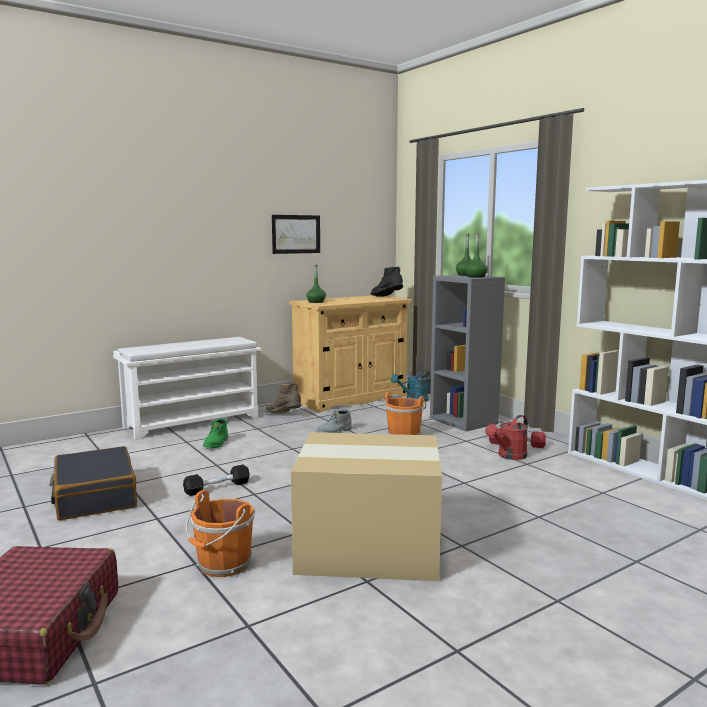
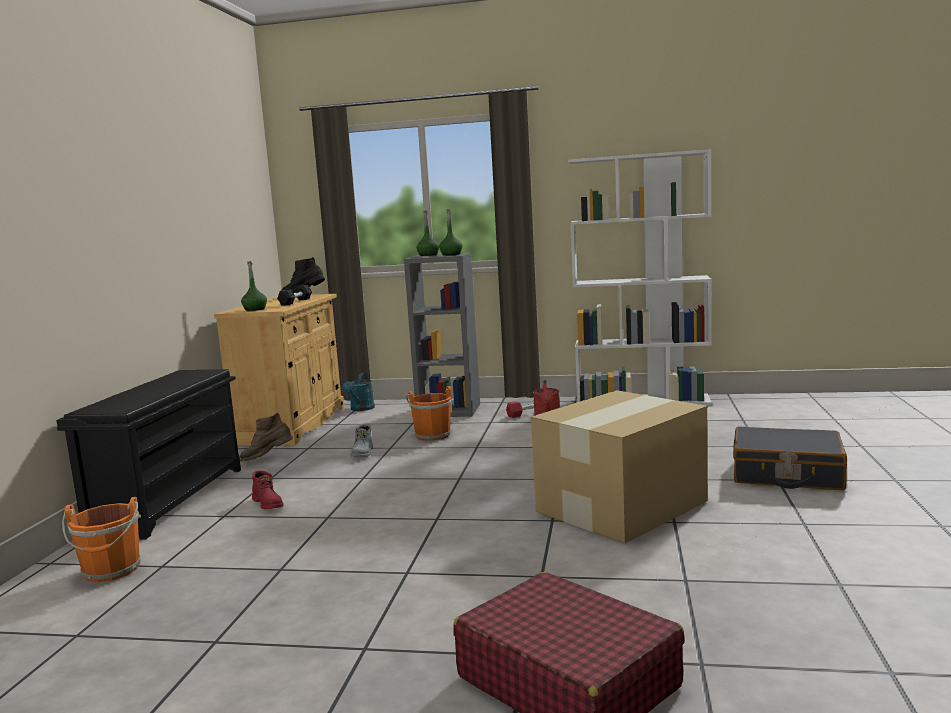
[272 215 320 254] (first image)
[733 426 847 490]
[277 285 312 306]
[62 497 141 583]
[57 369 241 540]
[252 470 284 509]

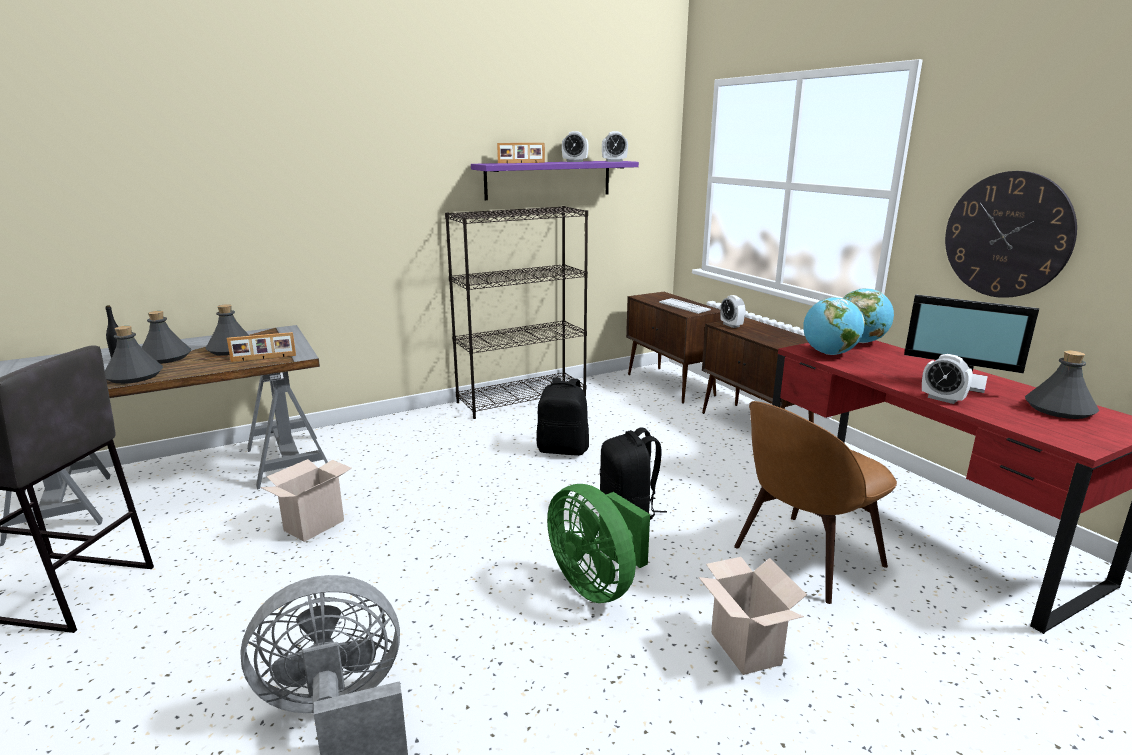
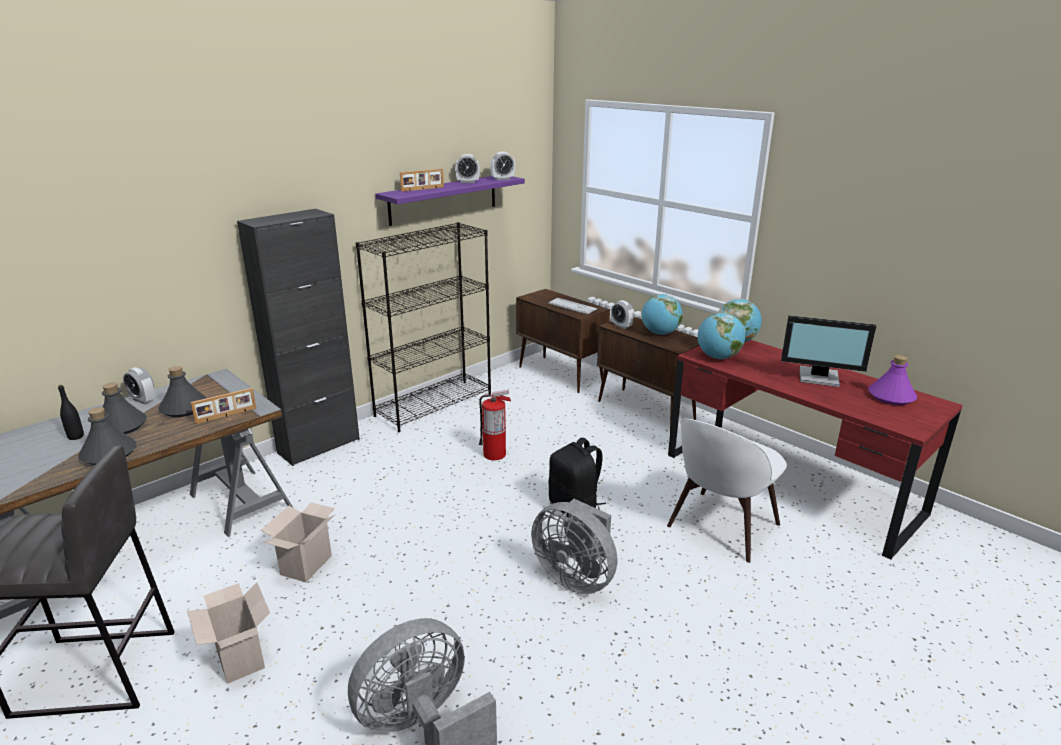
[945 171 1077 298] (first image)
[237 209 360 466]
[641 294 683 335]
[187 583 270 684]
[123 367 155 404]
[479 390 511 460]
[531 499 617 594]
[667 418 787 563]
[868 355 917 405]

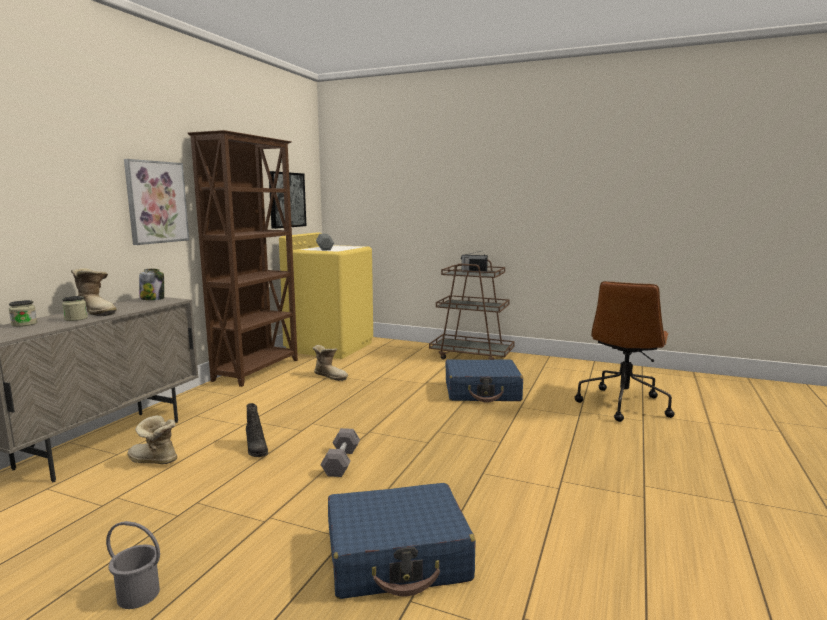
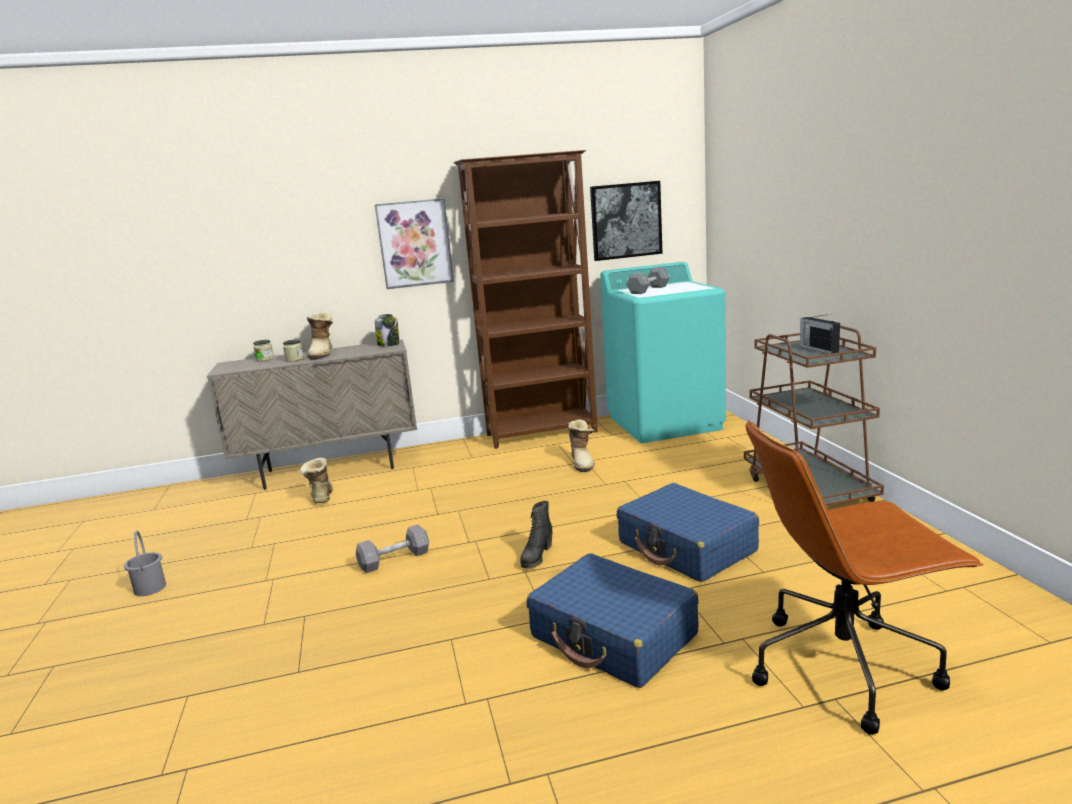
[520 501 552 568]
[527 553 699 688]
[600 262 726 443]

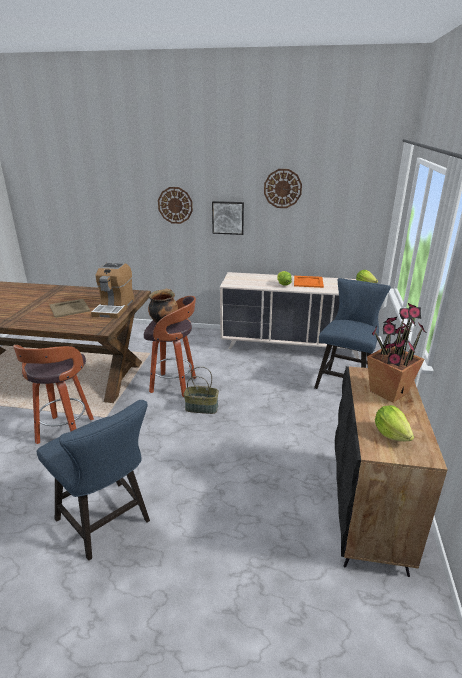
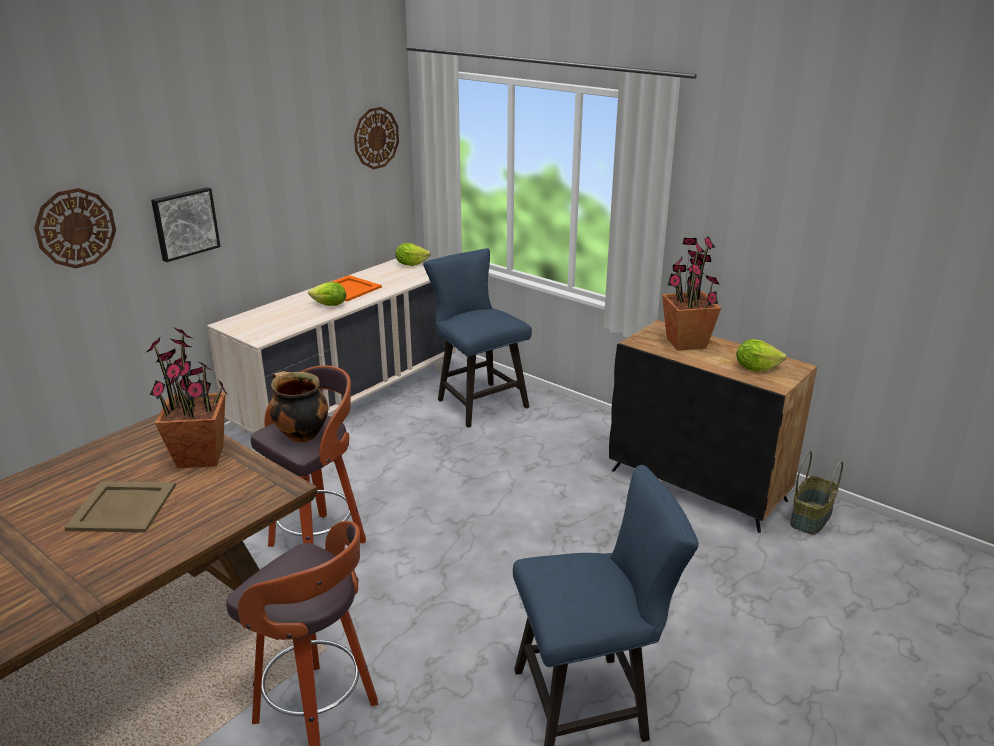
[790 451 843 535]
[354 107 399 169]
[147 327 228 469]

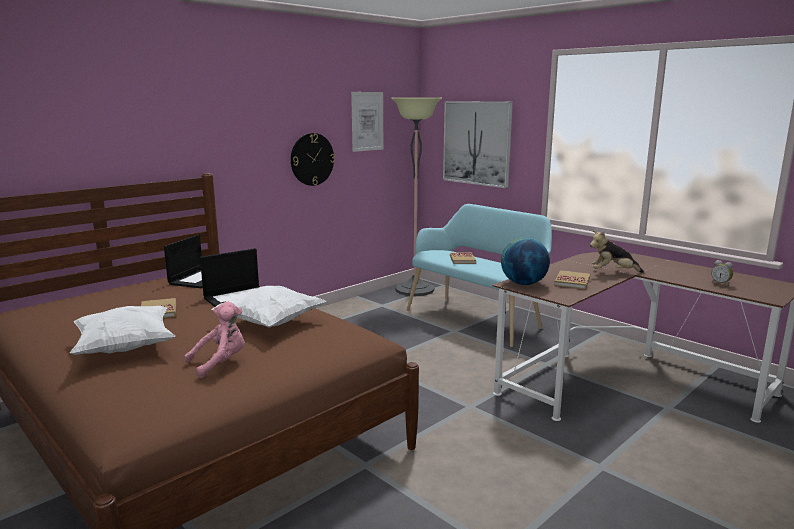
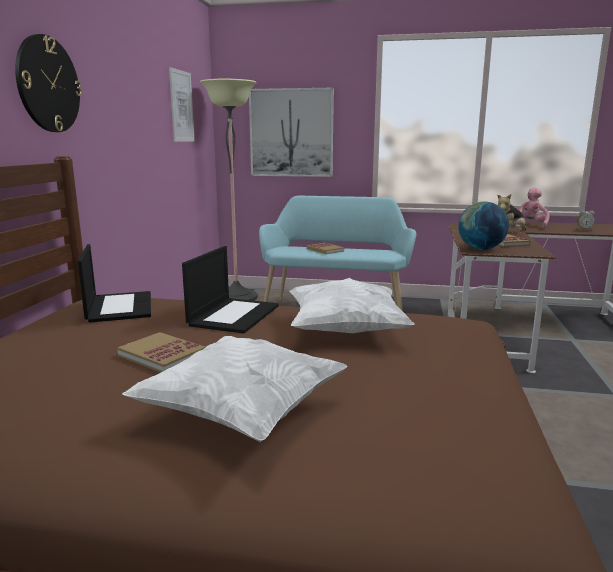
[519 187 550 229]
[15 34 82 132]

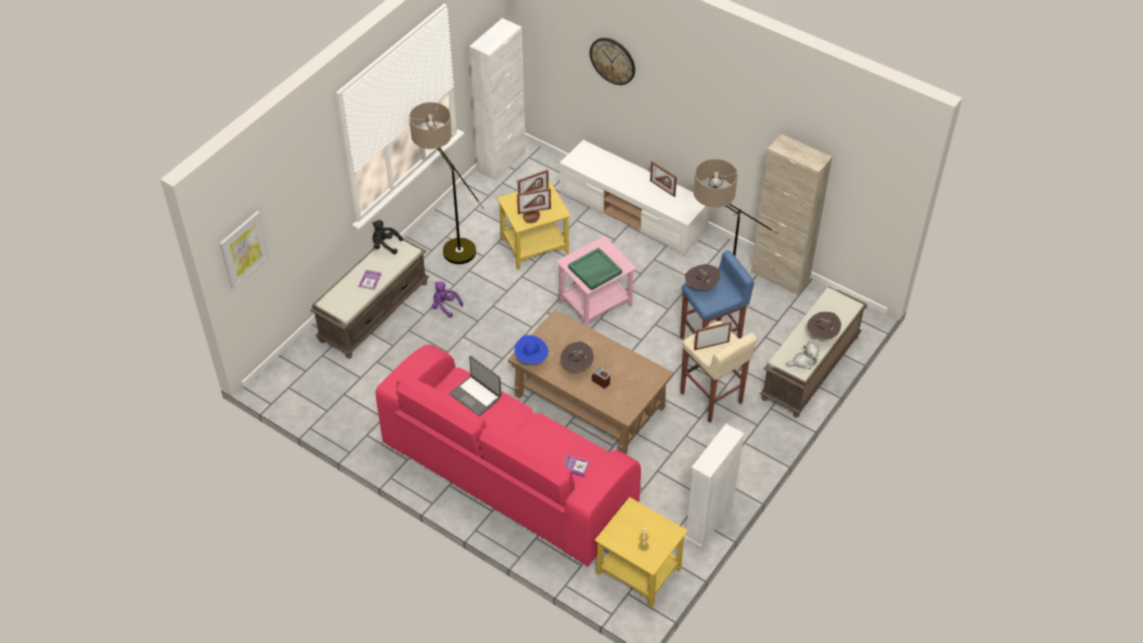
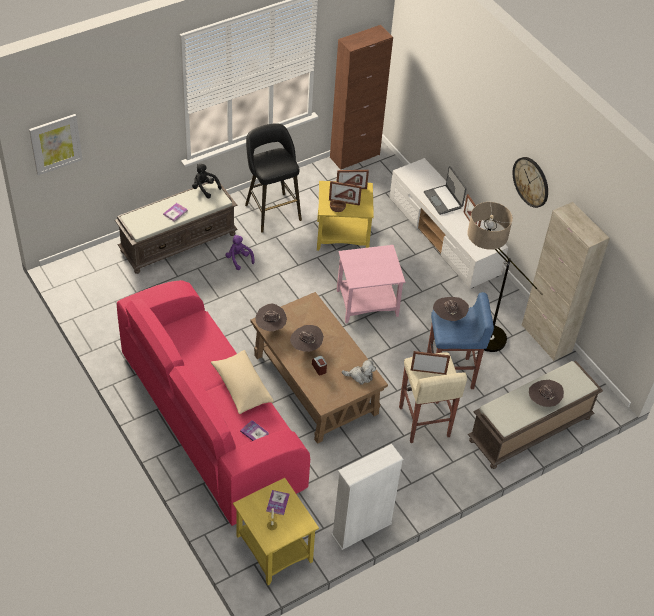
[568 247 622 291] (first image)
[211 350 274 414]
[266 490 290 515]
[424 166 467 215]
[513 157 548 208]
[342 359 376 385]
[245 123 302 233]
[330 25 393 170]
[255 303 287 332]

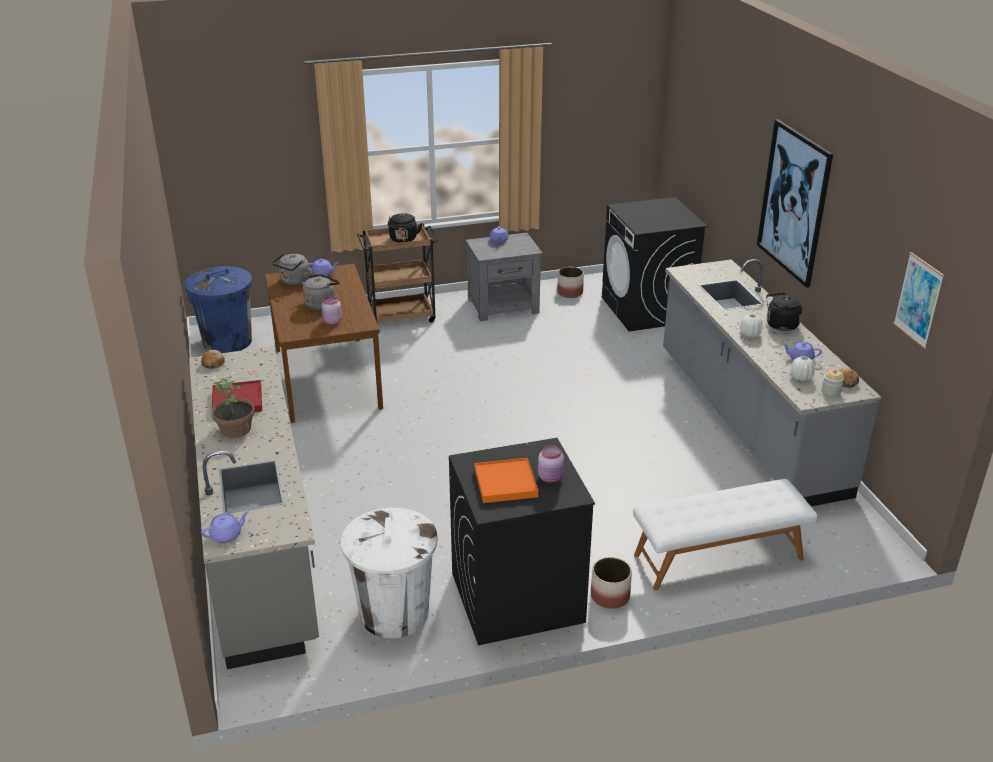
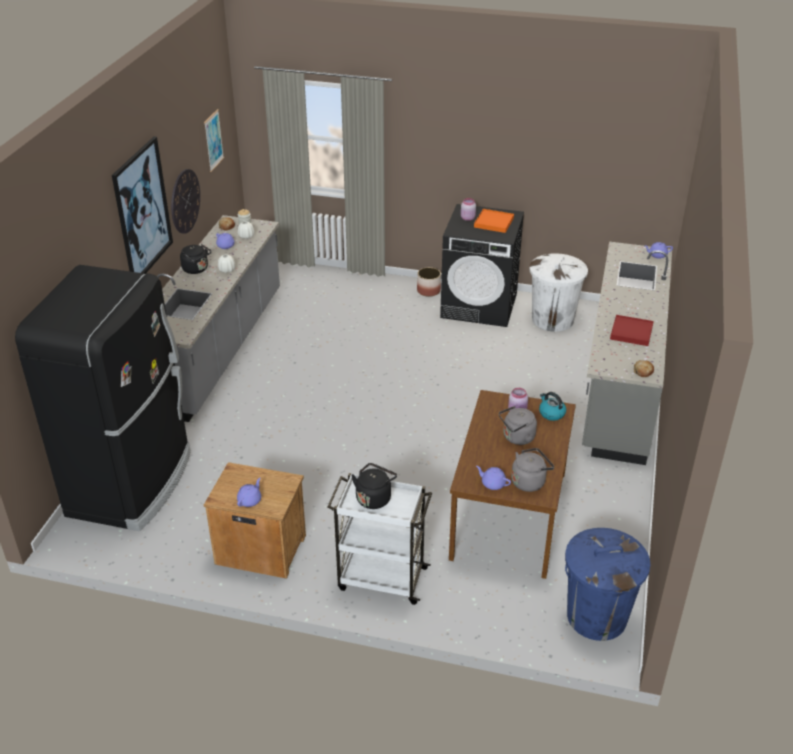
[211 376 255 438] (first image)
[557 267 584 298] (first image)
[633 479 818 590] (first image)
[171 169 200 234]
[539 392 566 421]
[15 265 191 531]
[327 473 432 605]
[204 462 306 579]

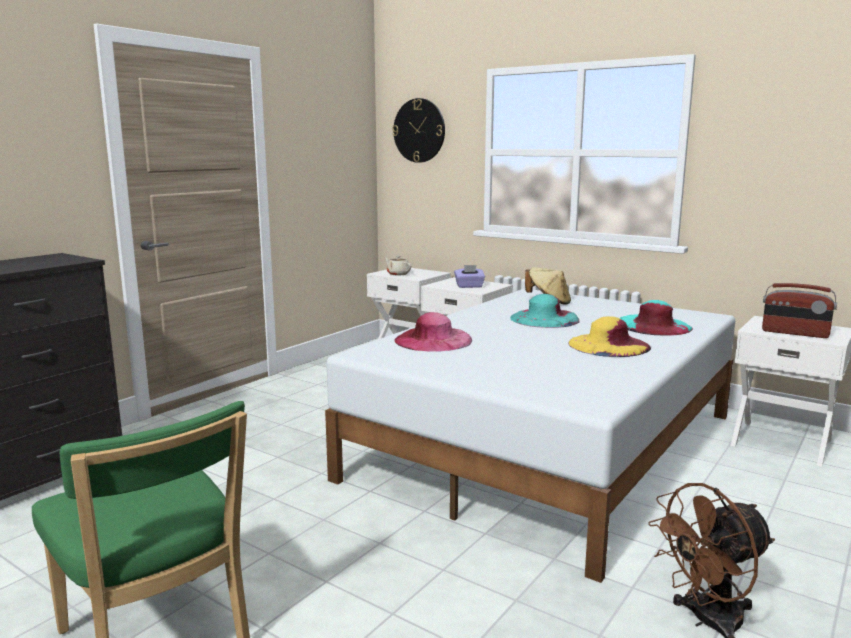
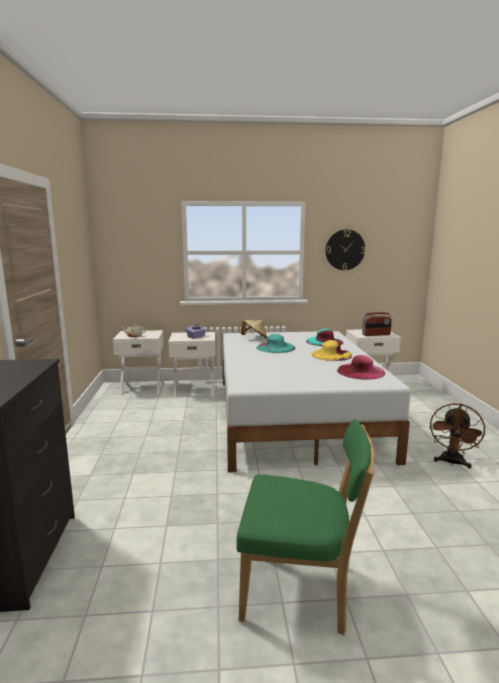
[326 229 365 270]
[337 355 385 380]

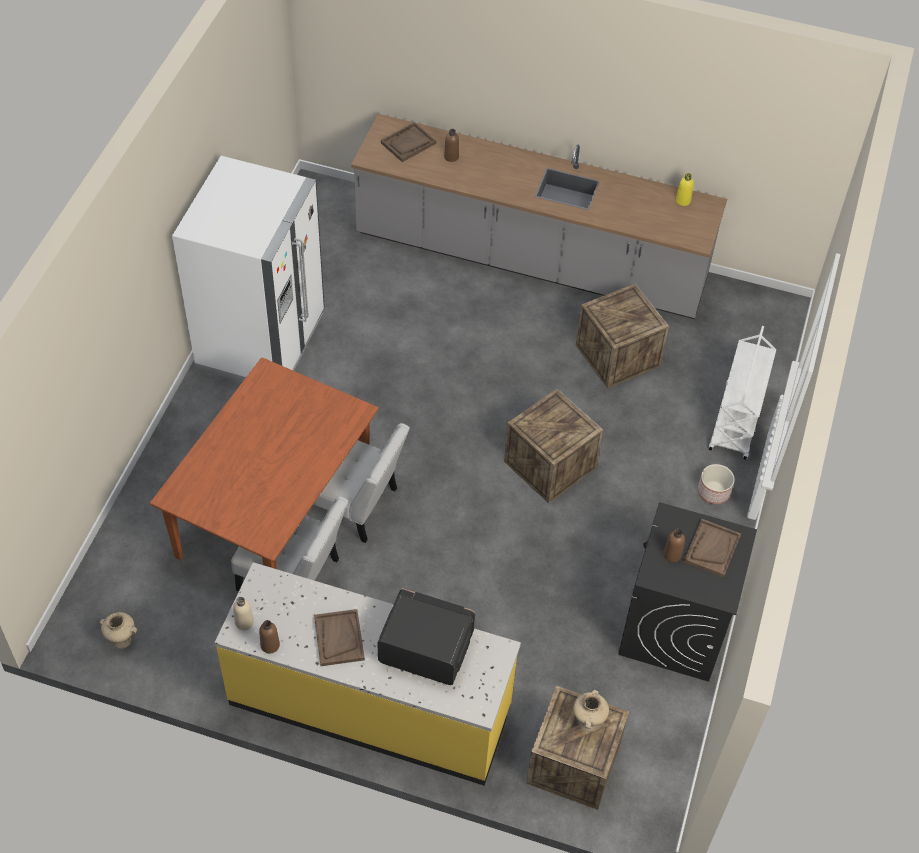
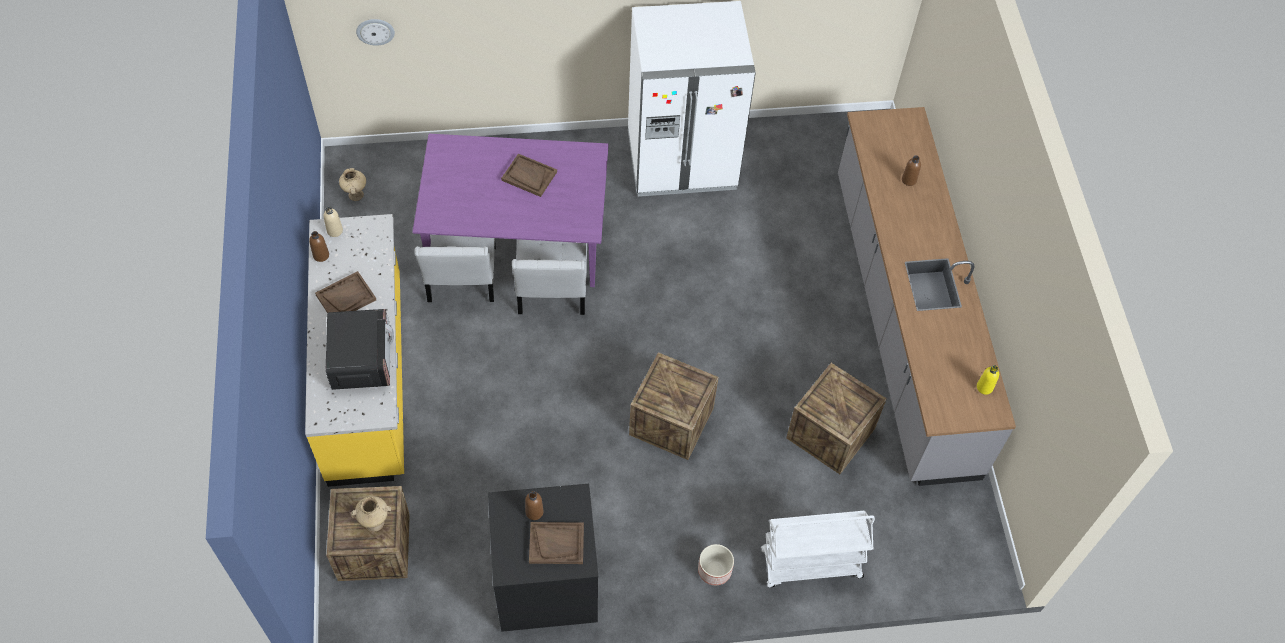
[356 19 395 46]
[501 154 557 197]
[412 134 609 287]

